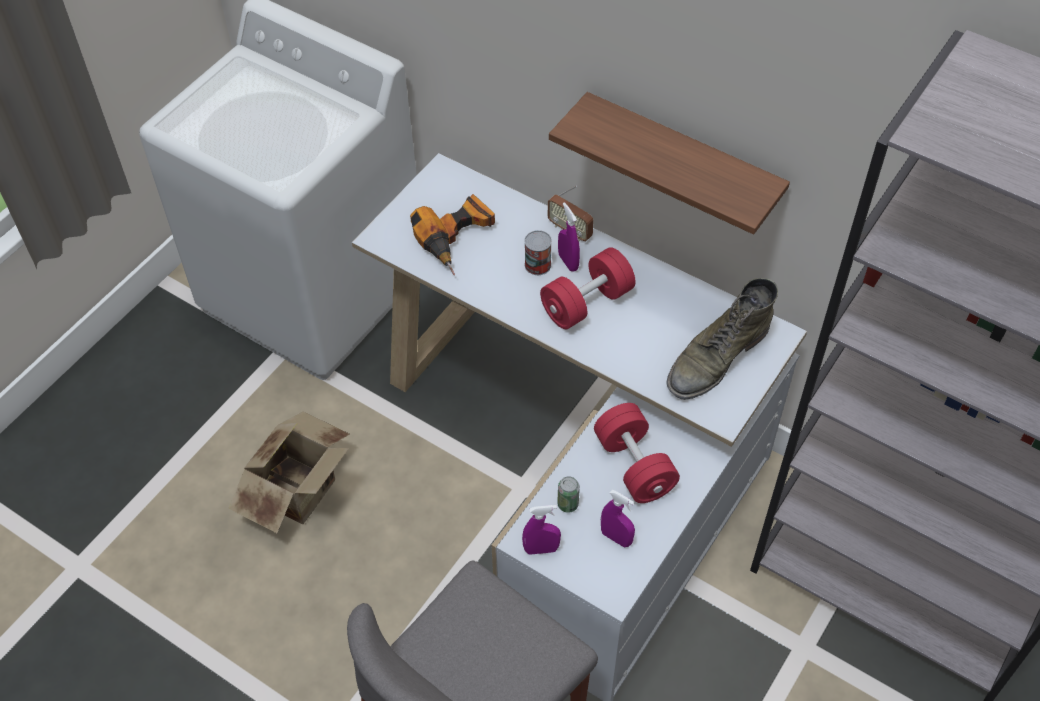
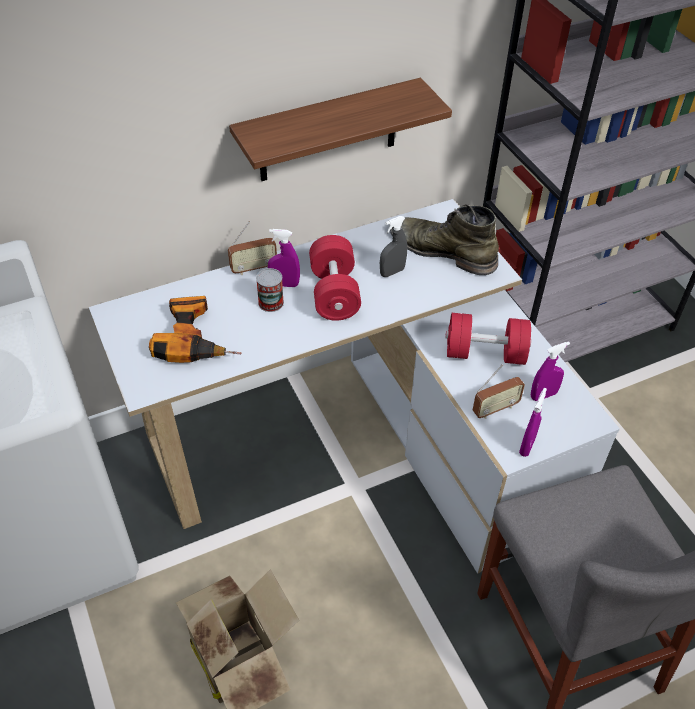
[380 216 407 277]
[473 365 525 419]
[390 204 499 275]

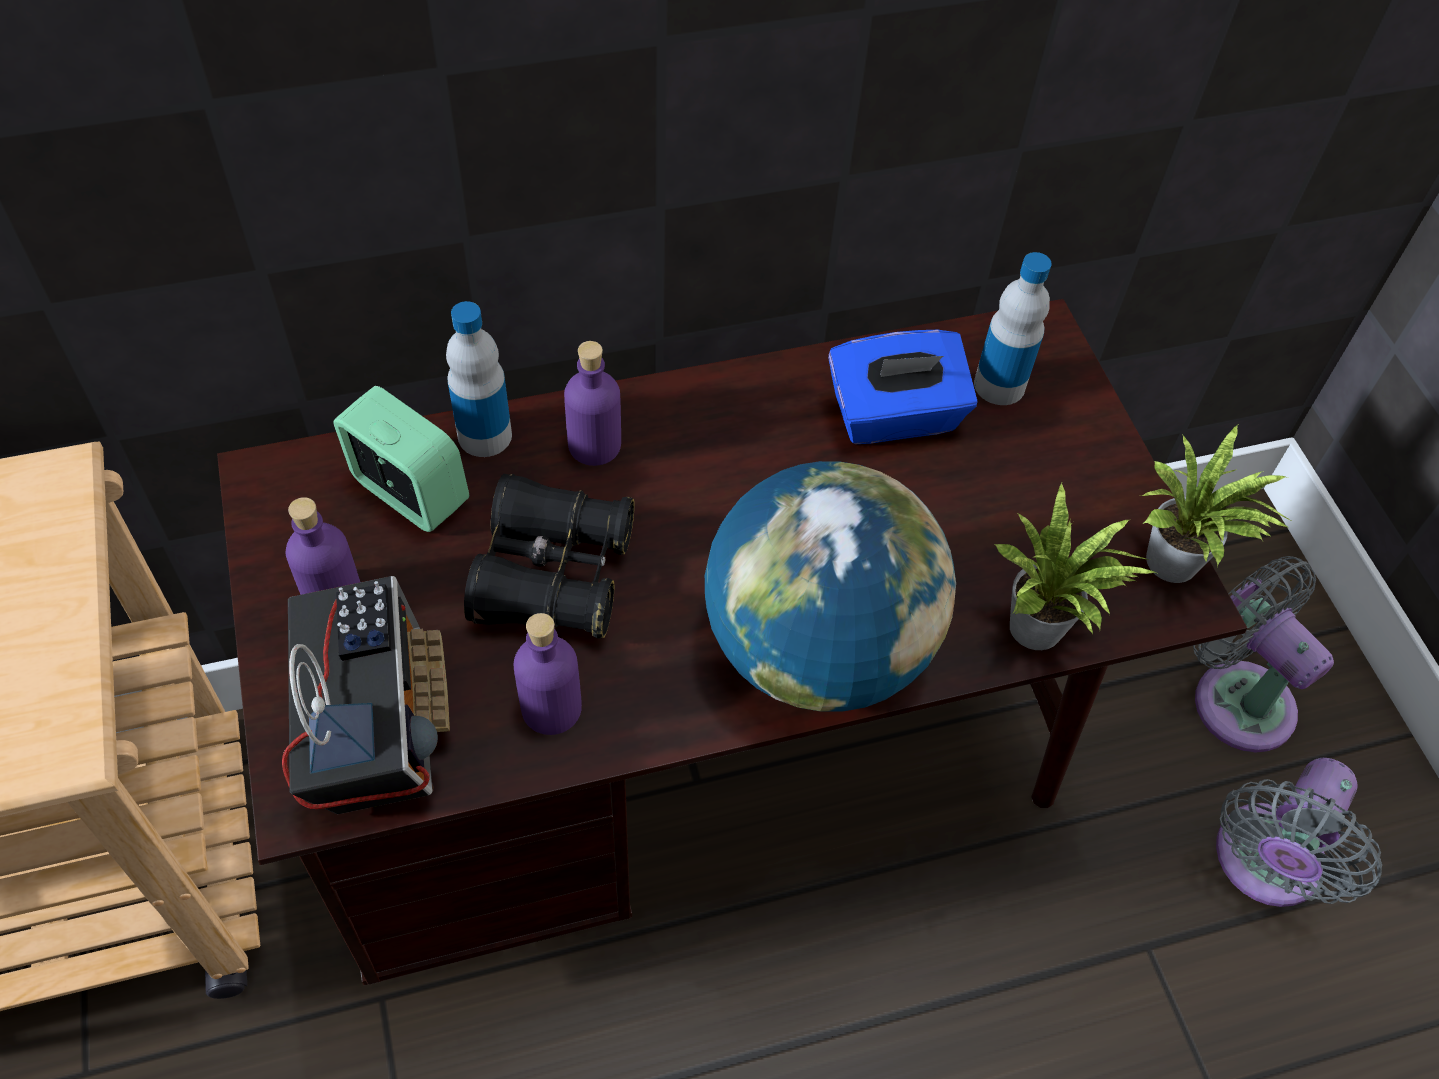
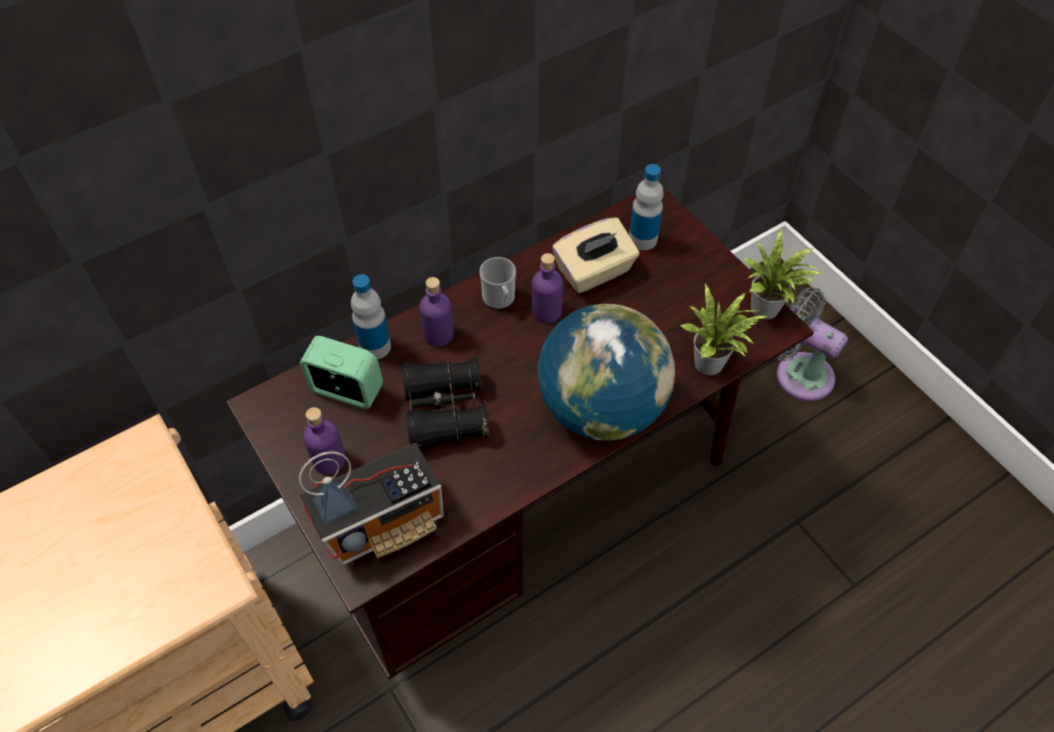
[1216 758 1382 907] (first image)
[479 257 516 310]
[532 253 563 323]
[552 217 639 293]
[299 443 444 567]

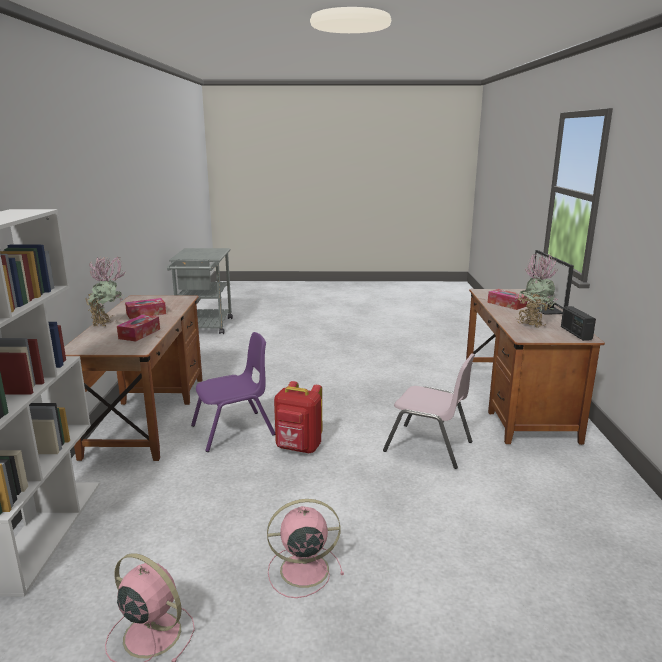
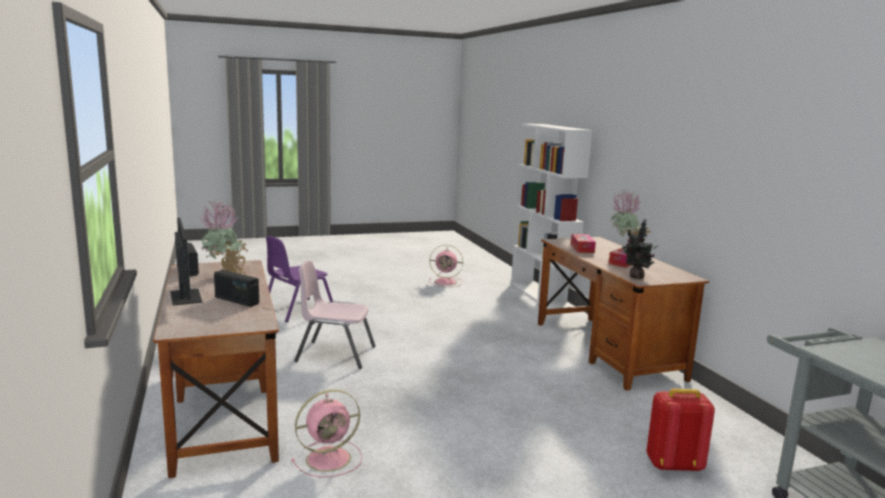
[622 219 658 279]
[266 236 333 322]
[291 389 363 478]
[646 389 715 472]
[214 270 259 307]

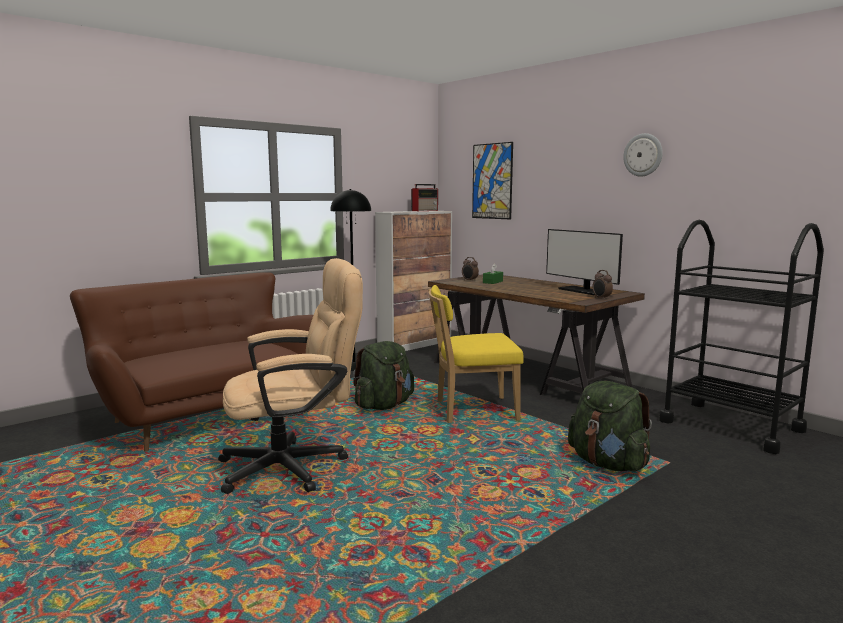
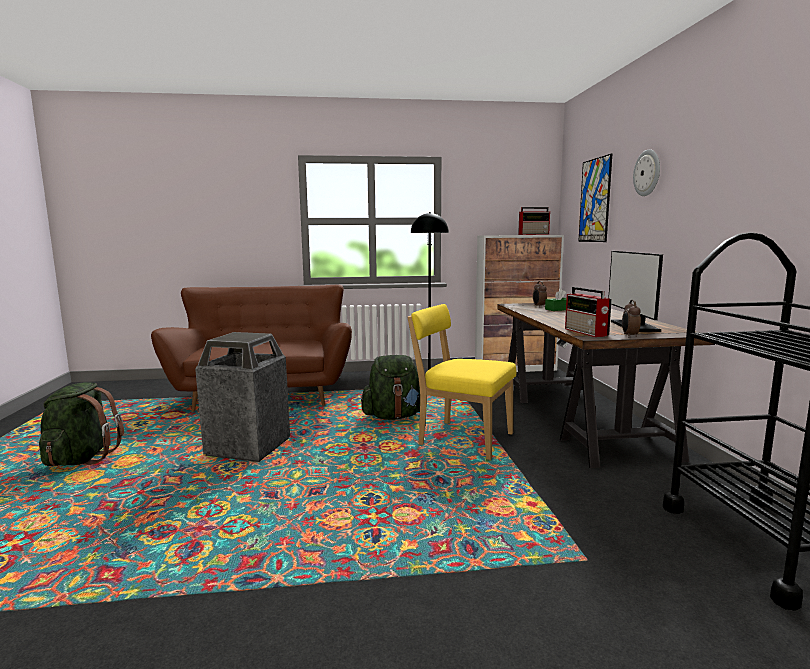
[565 287 612 337]
[39 382 124 466]
[633 149 660 196]
[195 332 290 462]

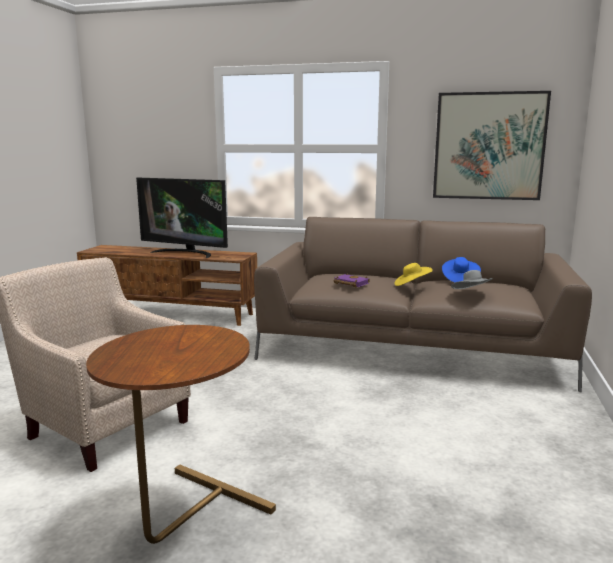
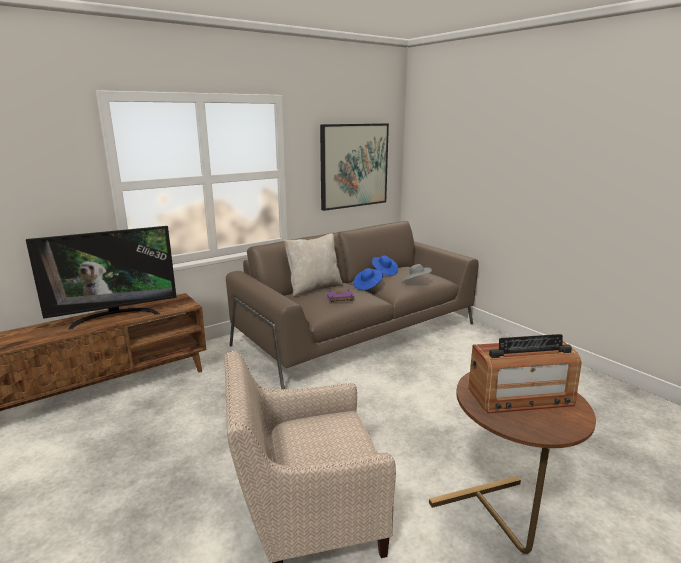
[284 233 343 297]
[468 334 582 414]
[353 268 383 290]

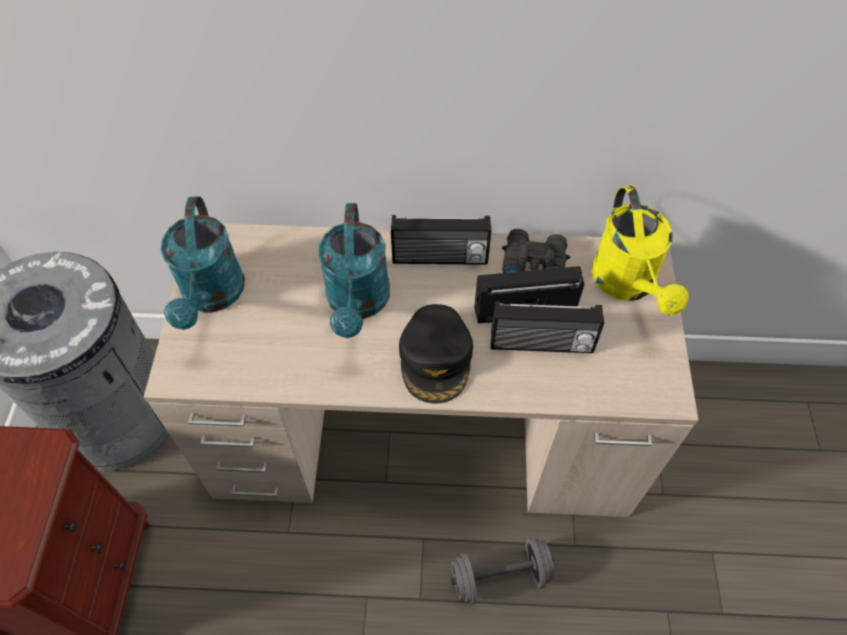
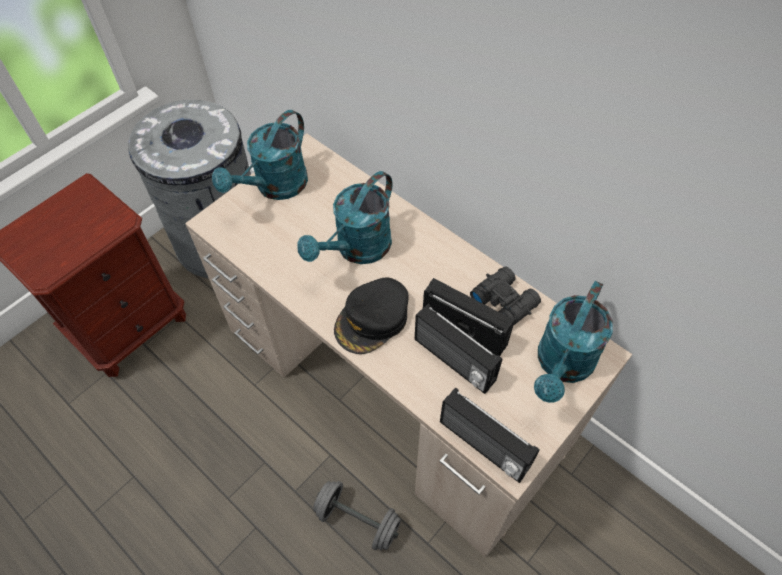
[440 387 540 483]
[534 281 613 403]

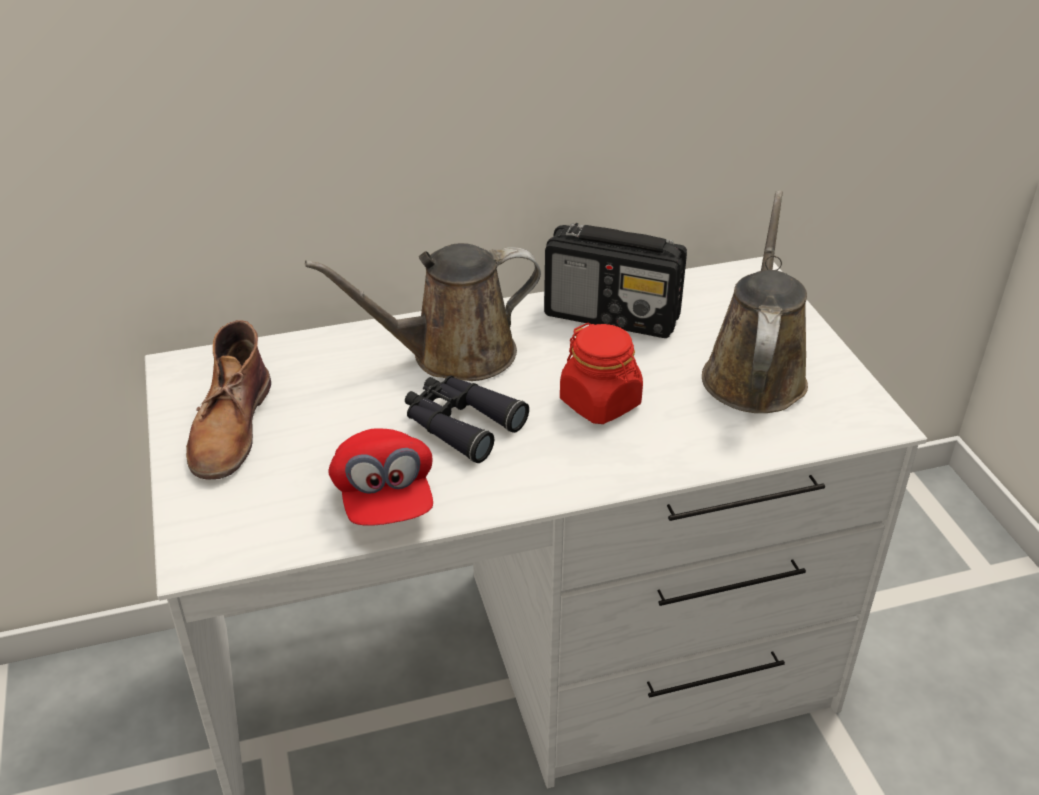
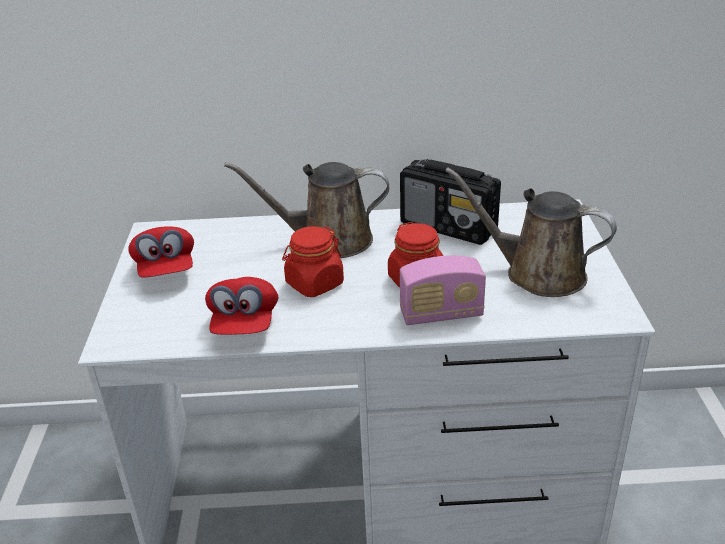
[399 255 486 325]
[128 226 194 278]
[282 226 344 297]
[445 167 617 297]

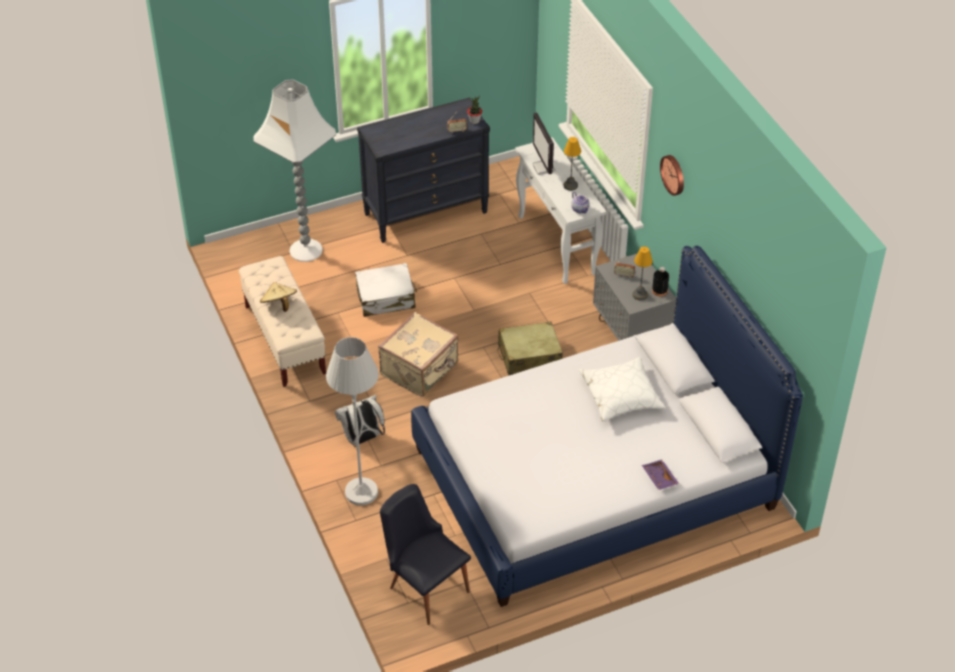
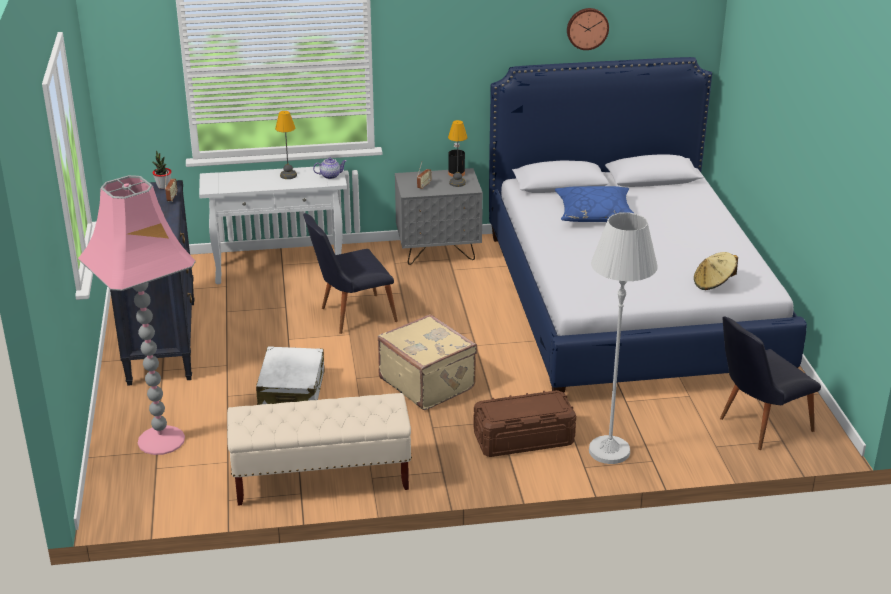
[497 322 563 375] (first image)
[533 112 555 175] (first image)
[642 460 679 490] (first image)
[303 213 398 334]
[694 252 738 290]
[567 8 609 50]
[473 390 576 457]
[78 175 196 455]
[555 186 634 222]

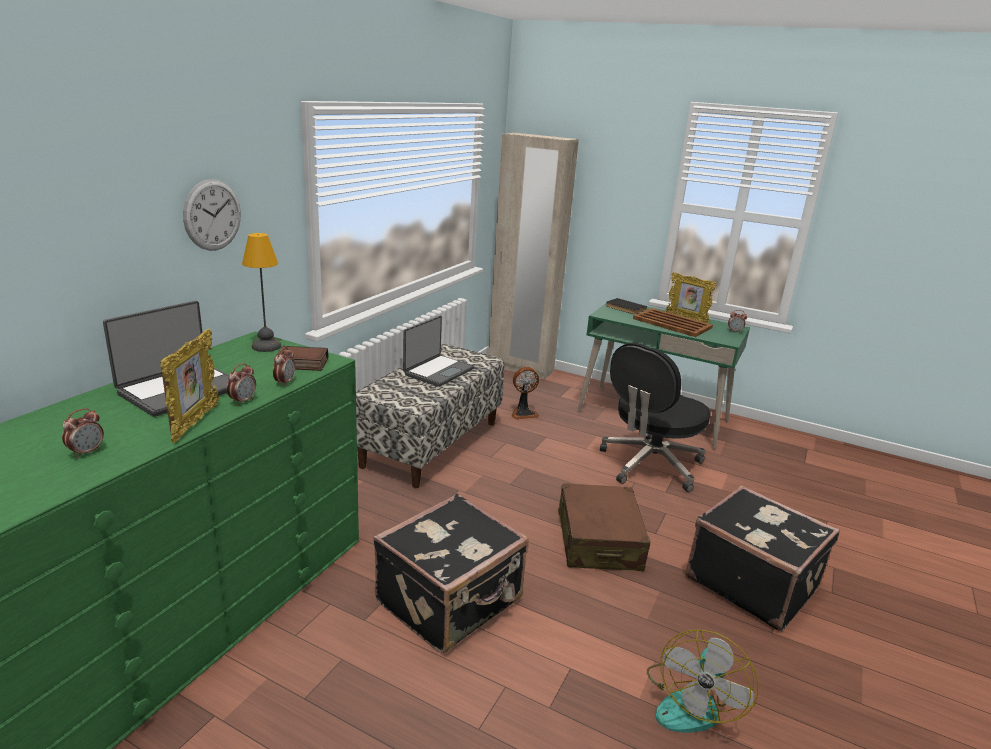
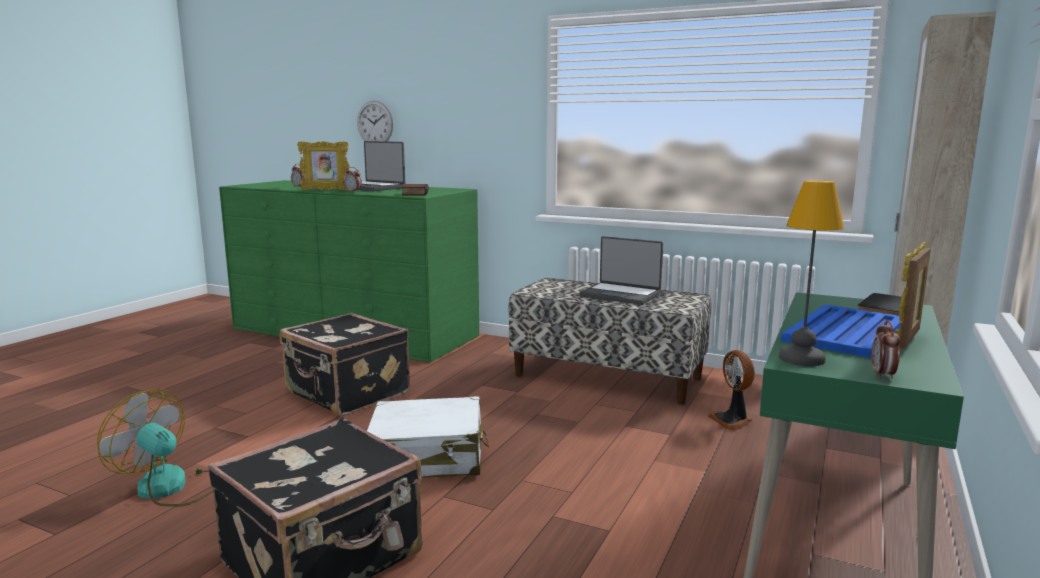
[273 347 295 387] (first image)
[600 343 711 492] (first image)
[357 101 393 142]
[779 180 844 366]
[367 396 489 478]
[781 304 901 358]

